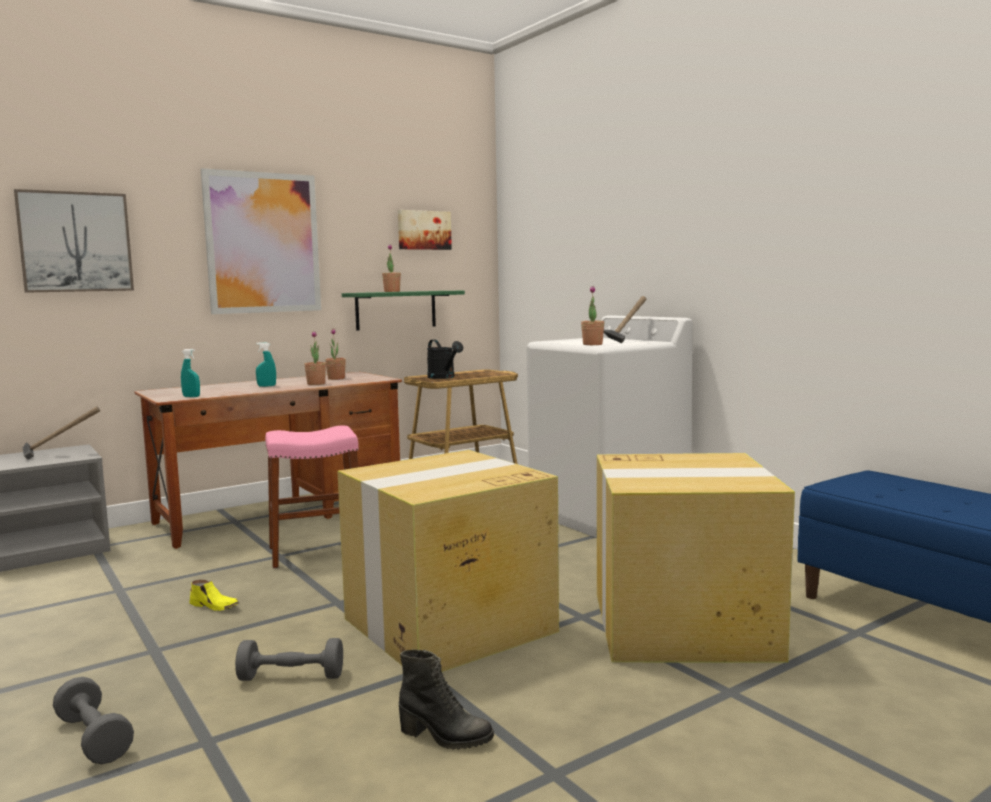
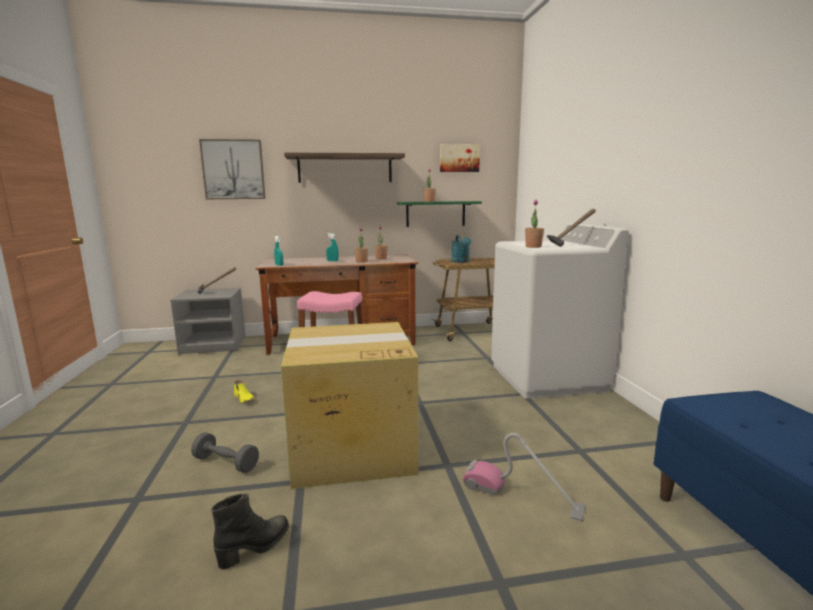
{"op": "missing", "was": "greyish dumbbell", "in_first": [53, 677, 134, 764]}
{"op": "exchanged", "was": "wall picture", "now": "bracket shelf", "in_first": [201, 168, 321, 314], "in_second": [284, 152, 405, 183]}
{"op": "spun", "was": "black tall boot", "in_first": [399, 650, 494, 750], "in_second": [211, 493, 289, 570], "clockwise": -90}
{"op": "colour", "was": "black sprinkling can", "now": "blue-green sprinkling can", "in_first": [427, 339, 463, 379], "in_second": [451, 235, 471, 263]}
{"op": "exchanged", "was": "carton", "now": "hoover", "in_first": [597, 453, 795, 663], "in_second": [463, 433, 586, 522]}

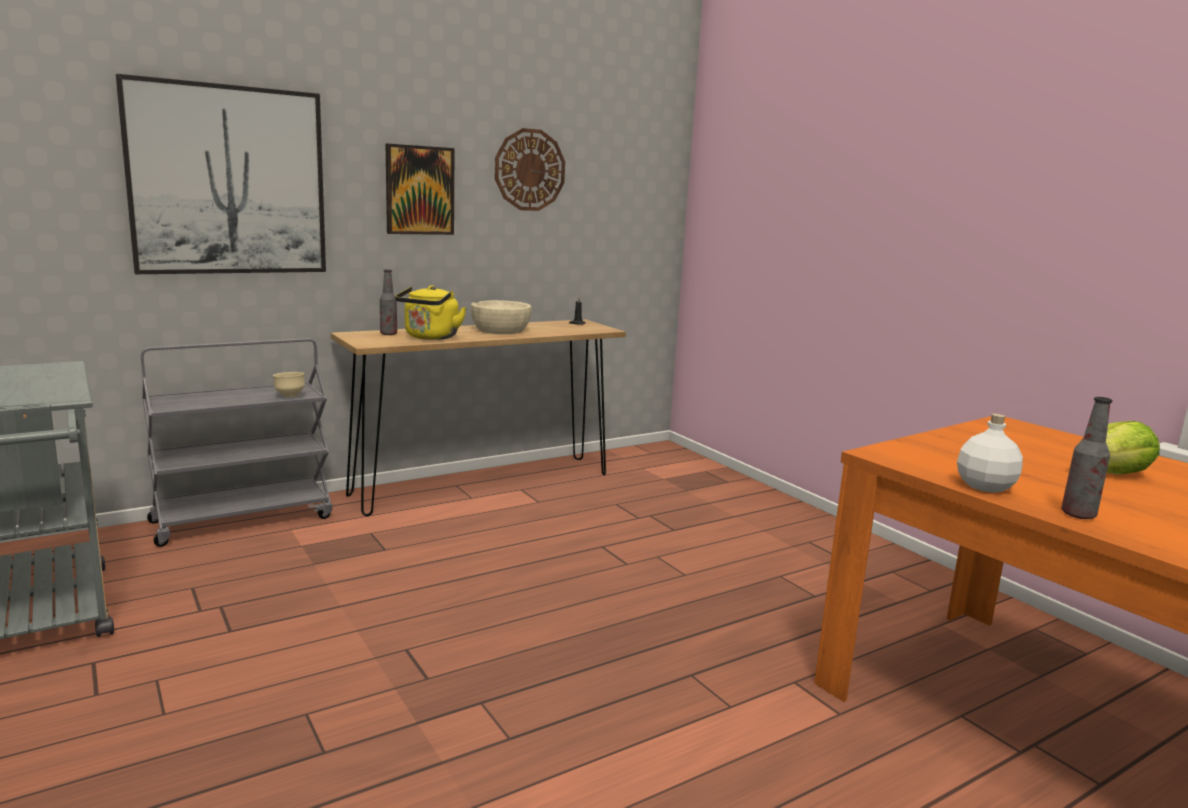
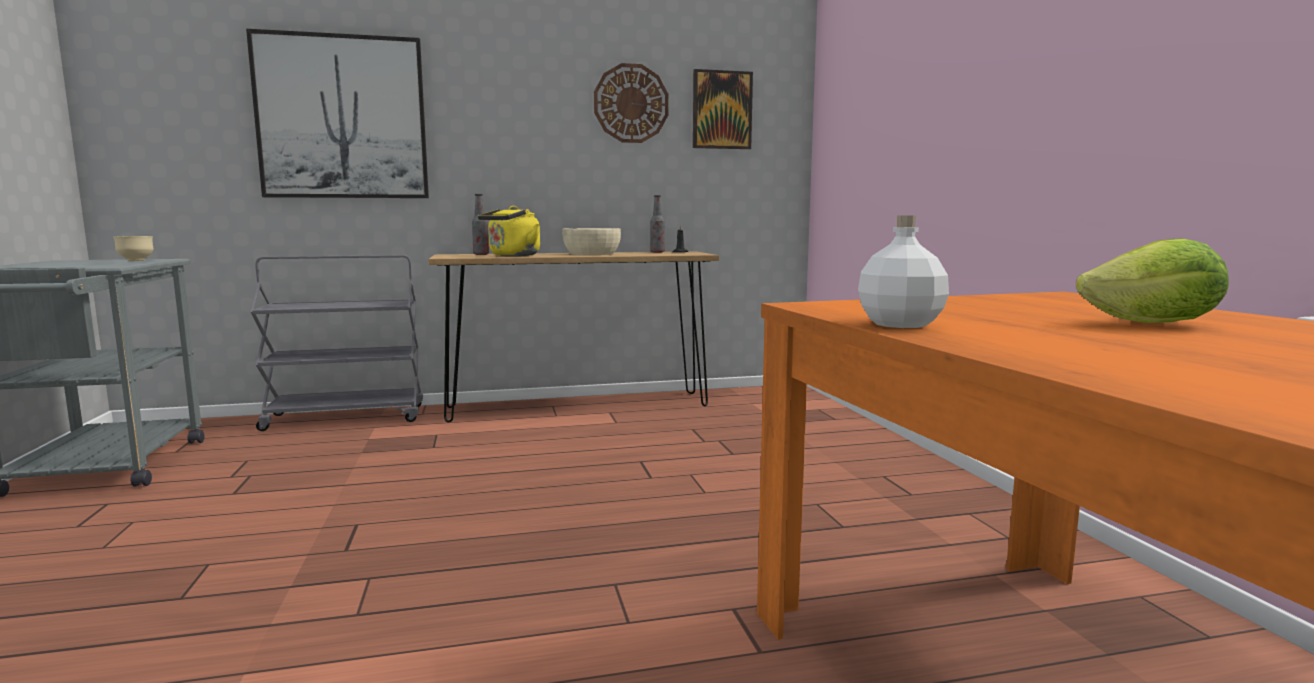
{"op": "relocated", "was": "beige-coloured serving bowl", "in_first": [273, 372, 305, 397], "in_second": [113, 236, 153, 261]}
{"op": "relocated", "was": "wall picture", "in_first": [386, 144, 454, 235], "in_second": [693, 69, 753, 149]}
{"op": "relocated", "was": "drink bottle", "in_first": [1061, 397, 1113, 519], "in_second": [650, 195, 665, 253]}

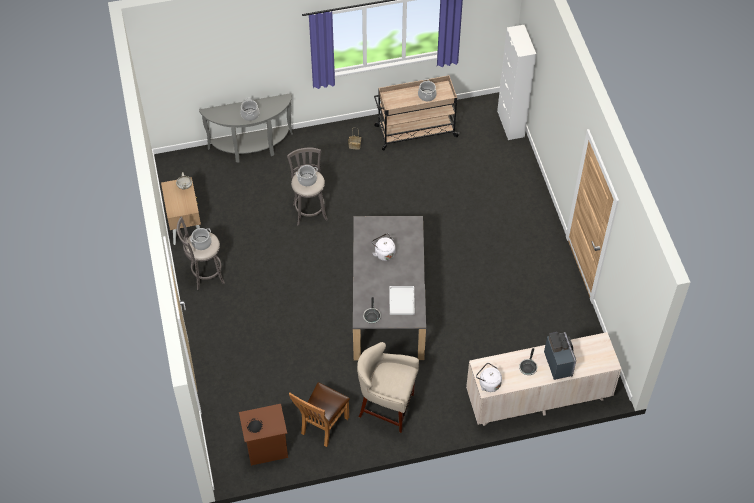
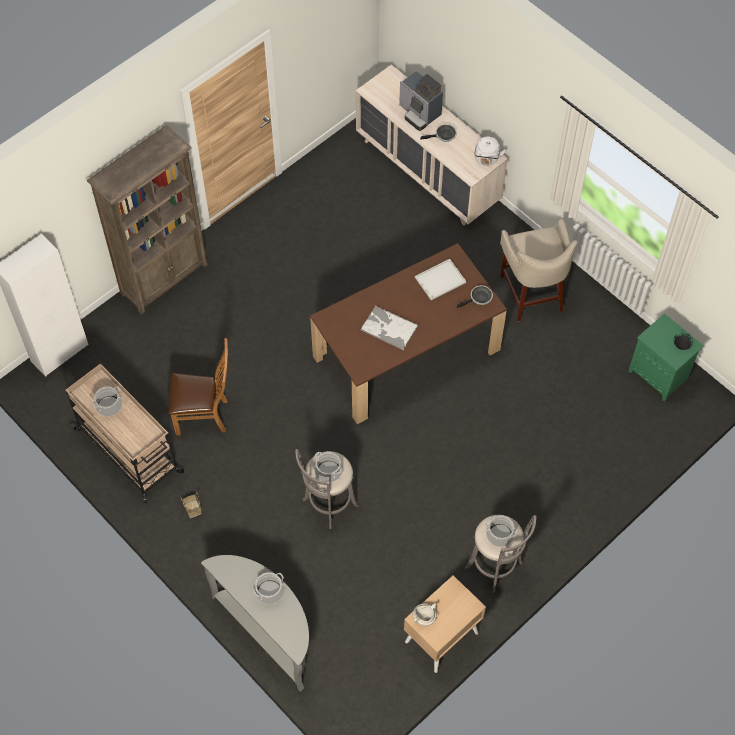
{"op": "colour", "was": "brown-coloured nightstand", "now": "green nightstand", "in_first": [239, 404, 288, 466], "in_second": [628, 313, 704, 402]}
{"op": "relocated", "was": "brown-coloured upright chair", "in_first": [289, 382, 350, 447], "in_second": [168, 338, 228, 435]}
{"op": "colour", "was": "greyish dining table", "now": "brown-coloured dining table", "in_first": [353, 216, 426, 361], "in_second": [310, 243, 507, 424]}
{"op": "exchanged", "was": "whitish kettle", "now": "tray", "in_first": [372, 233, 395, 261], "in_second": [360, 306, 418, 350]}
{"op": "spun", "was": "coffee maker", "in_first": [544, 332, 576, 380], "in_second": [399, 71, 443, 131], "clockwise": -90}
{"op": "appeared", "now": "brown-coloured bookcase", "in_second": [87, 125, 208, 315]}

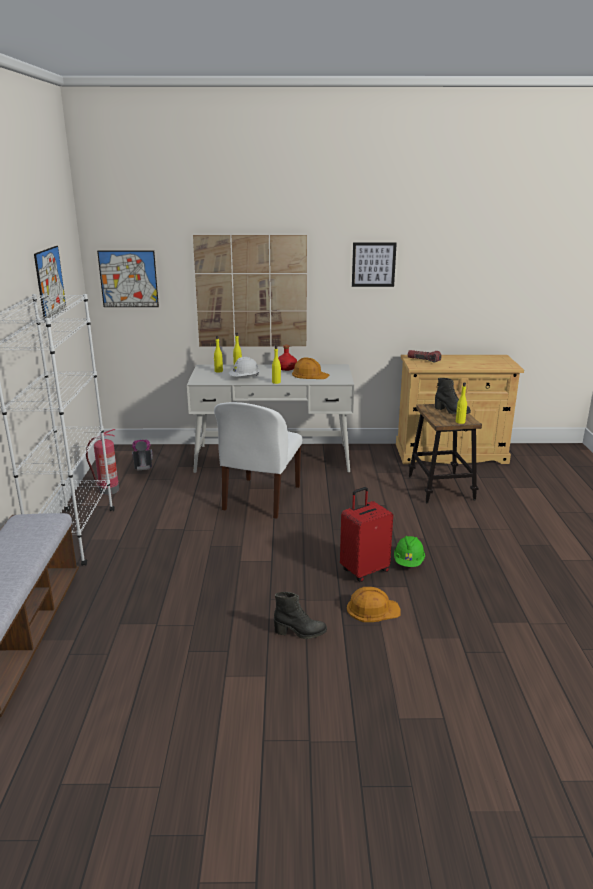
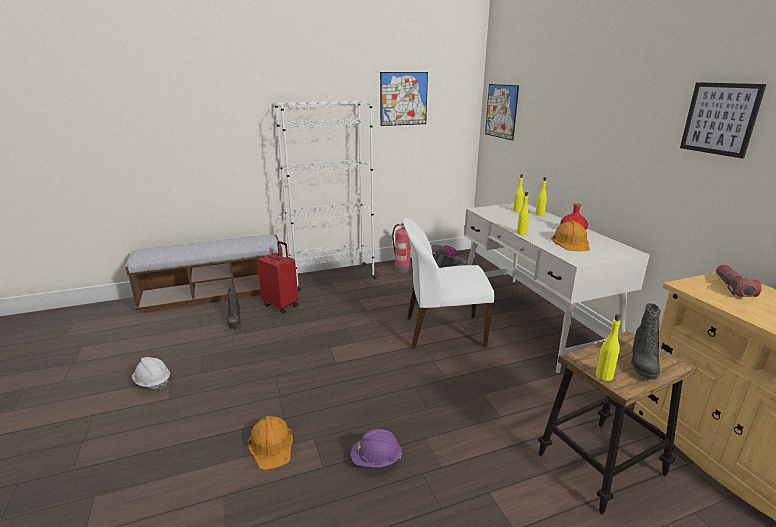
{"op": "missing", "was": "wall picture", "in_first": [193, 235, 307, 347]}
{"op": "relocated", "was": "whitish safety helmet", "in_first": [229, 357, 260, 377], "in_second": [132, 357, 170, 389]}
{"op": "relocated", "was": "black tall boot", "in_first": [274, 592, 327, 639], "in_second": [227, 287, 241, 328]}
{"op": "relocated", "was": "red piece of luggage", "in_first": [340, 487, 393, 582], "in_second": [257, 241, 298, 314]}
{"op": "colour", "was": "green safety helmet", "now": "purple-coloured safety helmet", "in_first": [394, 536, 425, 567], "in_second": [351, 429, 402, 467]}

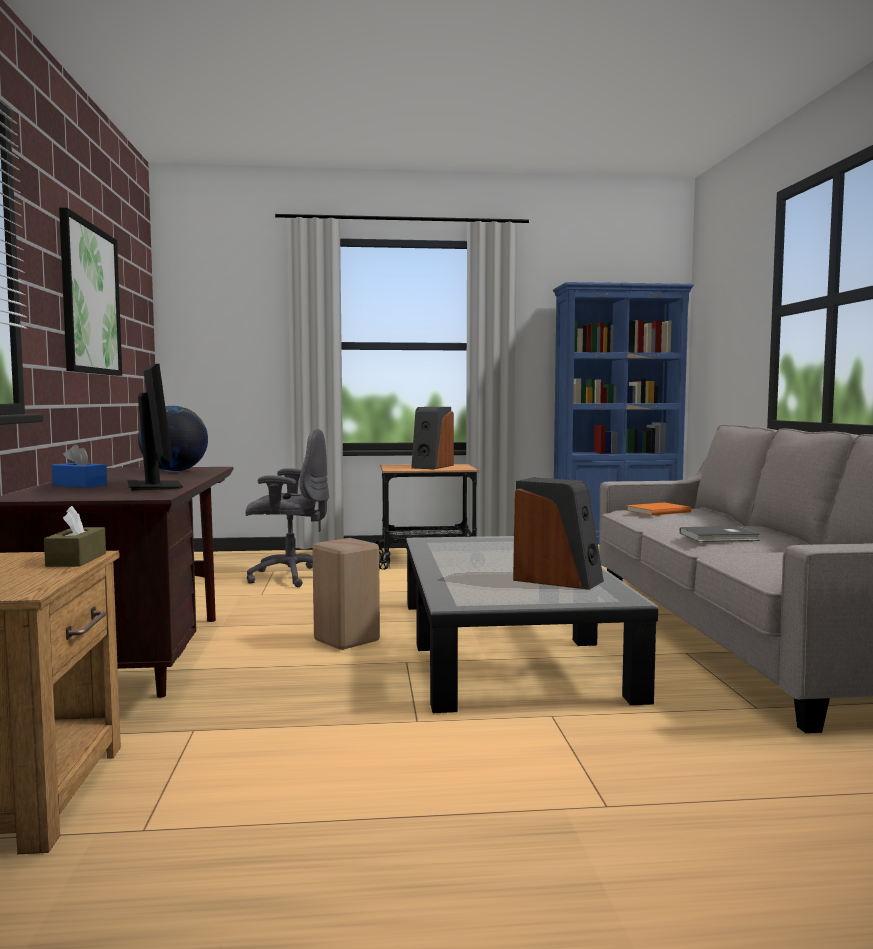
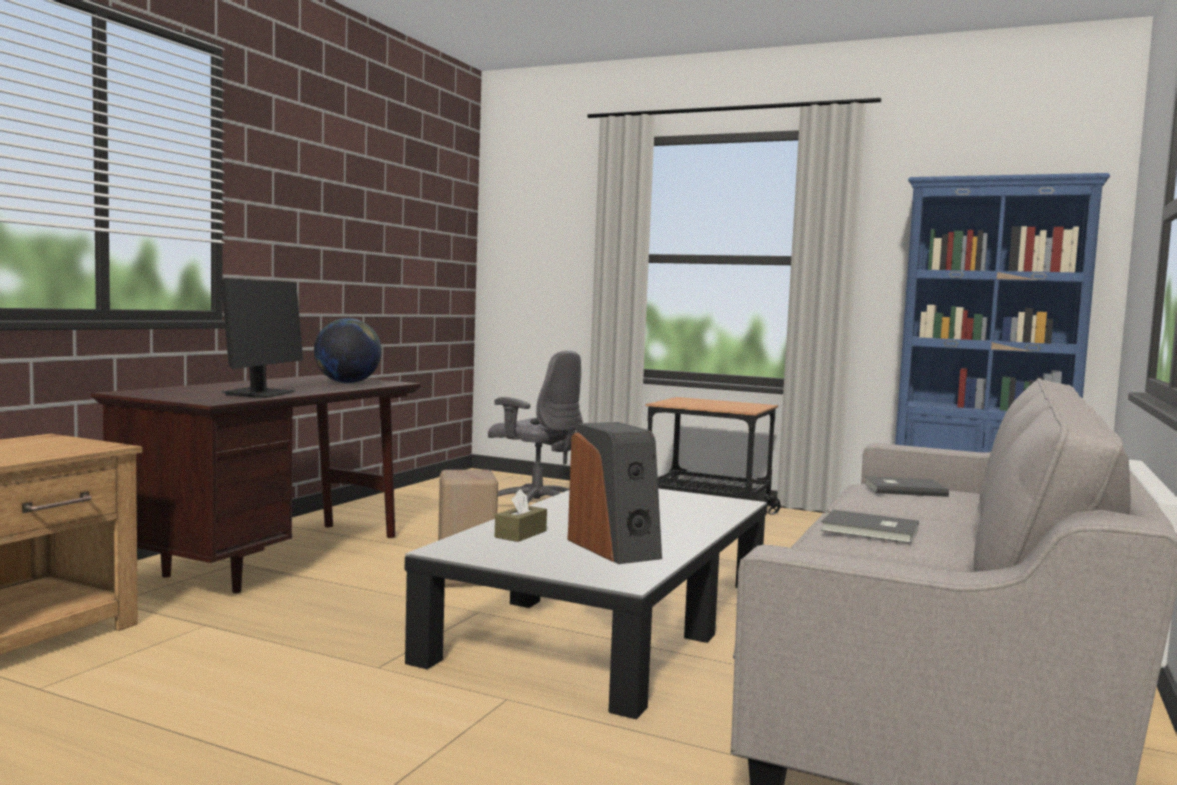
{"op": "relocated", "was": "brown-coloured tissue holder", "in_first": [44, 506, 106, 567], "in_second": [495, 489, 547, 542]}
{"op": "missing", "was": "blue-coloured tissue holder", "in_first": [52, 444, 107, 488]}
{"op": "missing", "was": "wall picture", "in_first": [59, 207, 122, 376]}
{"op": "missing", "was": "loudspeaker", "in_first": [411, 407, 454, 469]}
{"op": "colour", "was": "orangey book", "now": "greyish book", "in_first": [626, 502, 691, 516], "in_second": [864, 476, 949, 497]}

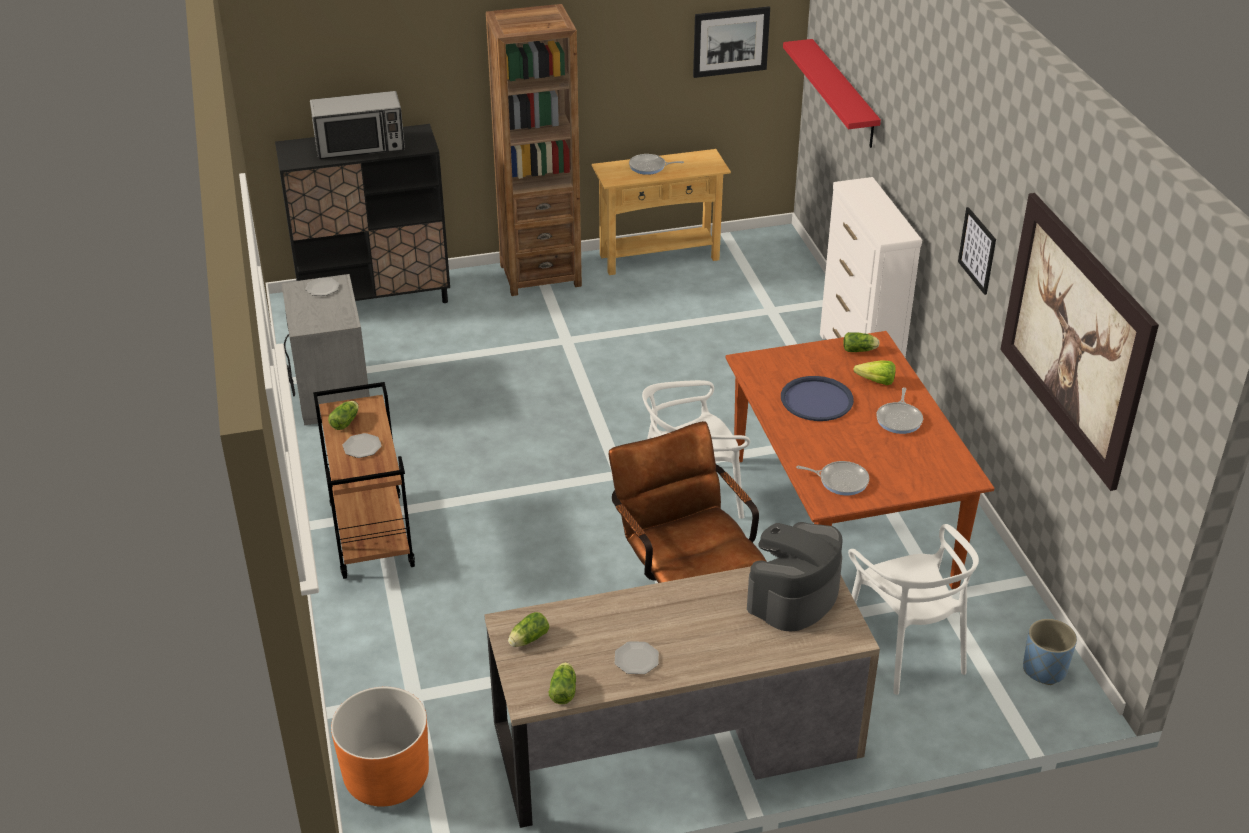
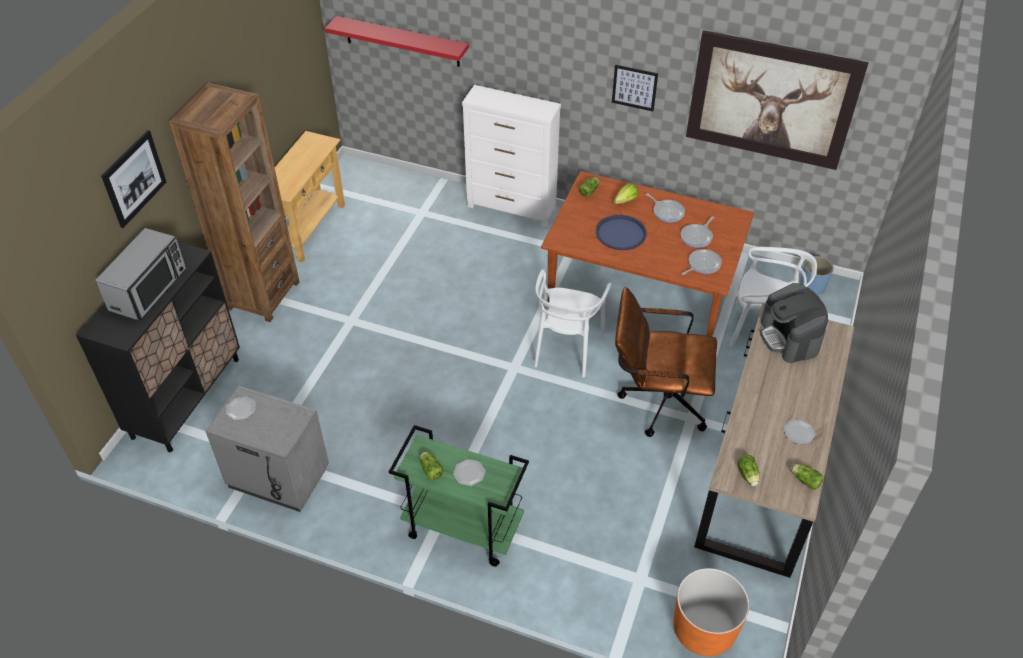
{"op": "colour", "was": "brown-coloured wheeled cart", "now": "green wheeled cart", "in_first": [313, 382, 415, 579], "in_second": [389, 425, 529, 567]}
{"op": "relocated", "was": "skillet", "in_first": [629, 154, 684, 175], "in_second": [681, 216, 714, 248]}
{"op": "relocated", "was": "wall picture", "in_first": [693, 6, 770, 78], "in_second": [101, 130, 166, 228]}

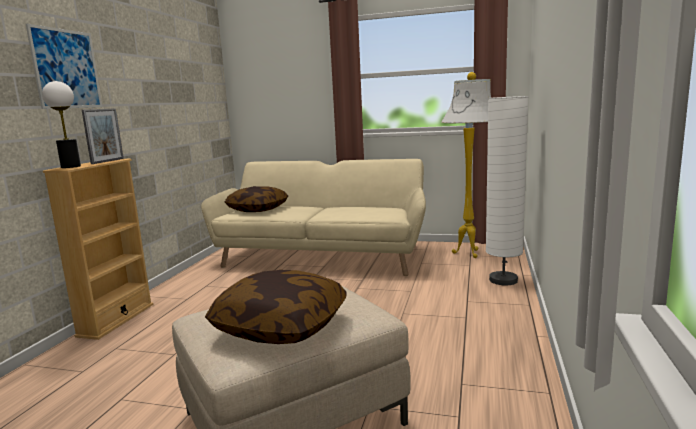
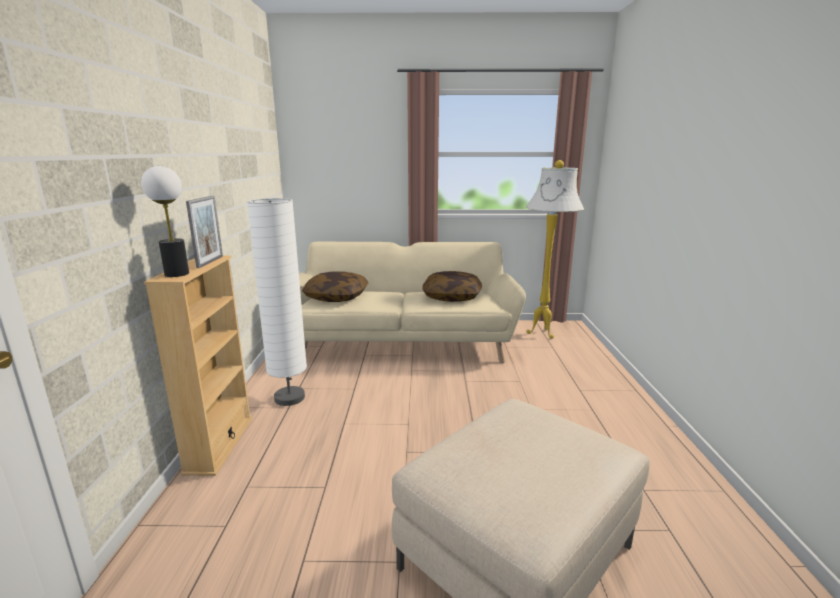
{"op": "missing", "was": "wall picture", "in_first": [26, 24, 102, 109]}
{"op": "relocated", "was": "cushion", "in_first": [205, 270, 346, 344], "in_second": [422, 271, 482, 302]}
{"op": "relocated", "was": "whitish standard lamp", "in_first": [486, 96, 529, 286], "in_second": [247, 198, 307, 406]}

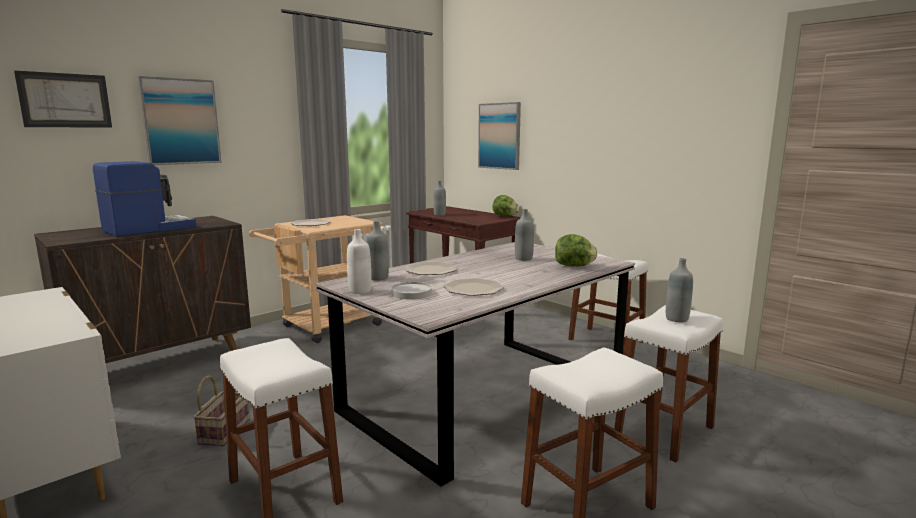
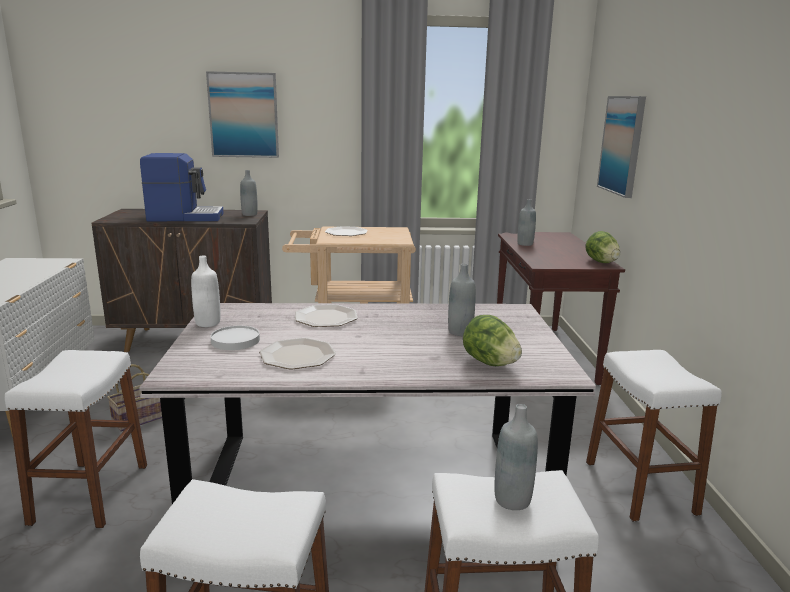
{"op": "missing", "was": "wall picture", "in_first": [14, 70, 112, 128]}
{"op": "relocated", "was": "greyish drink bottle", "in_first": [366, 221, 389, 281], "in_second": [240, 170, 258, 216]}

